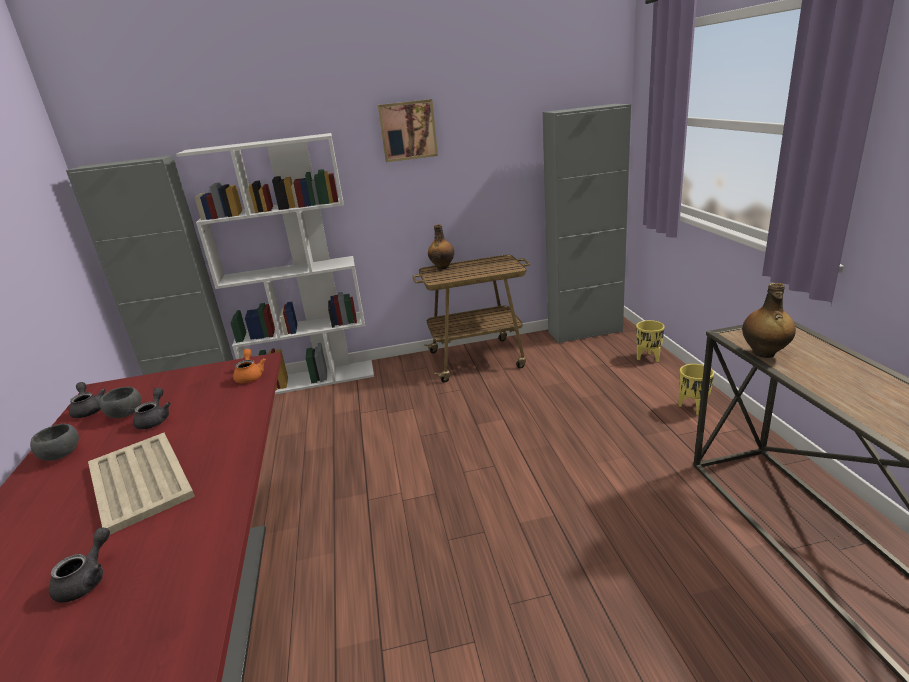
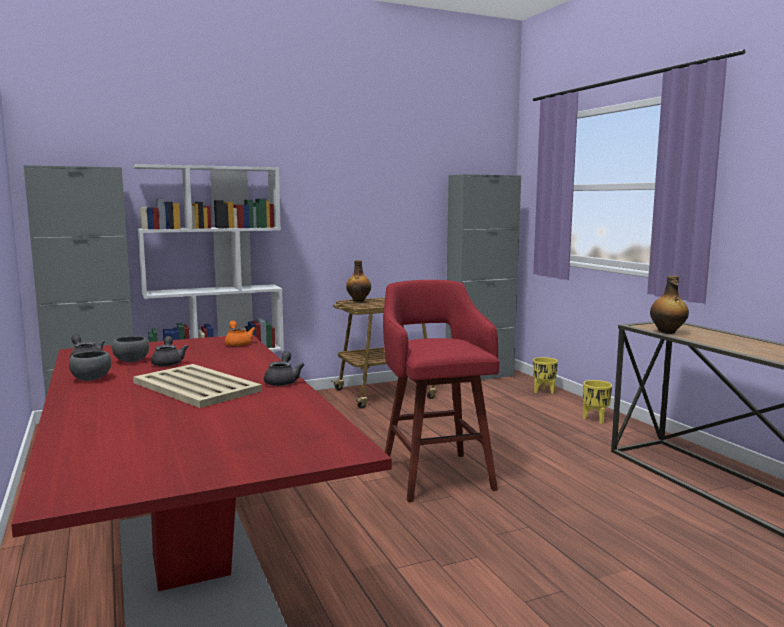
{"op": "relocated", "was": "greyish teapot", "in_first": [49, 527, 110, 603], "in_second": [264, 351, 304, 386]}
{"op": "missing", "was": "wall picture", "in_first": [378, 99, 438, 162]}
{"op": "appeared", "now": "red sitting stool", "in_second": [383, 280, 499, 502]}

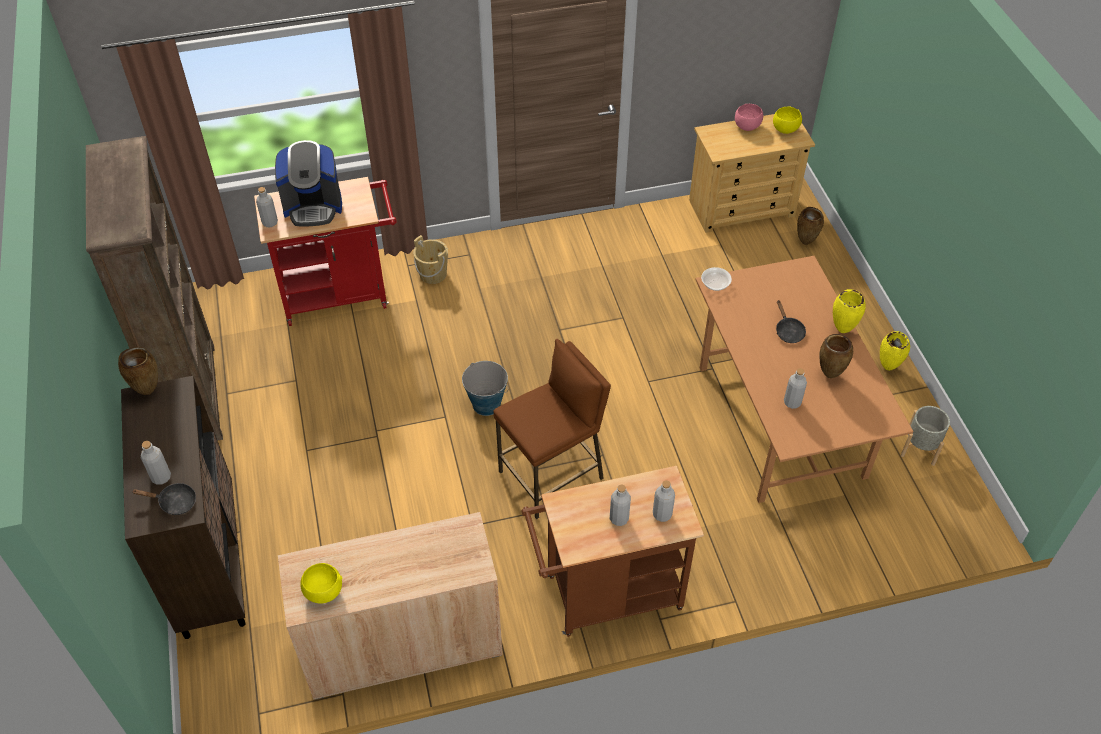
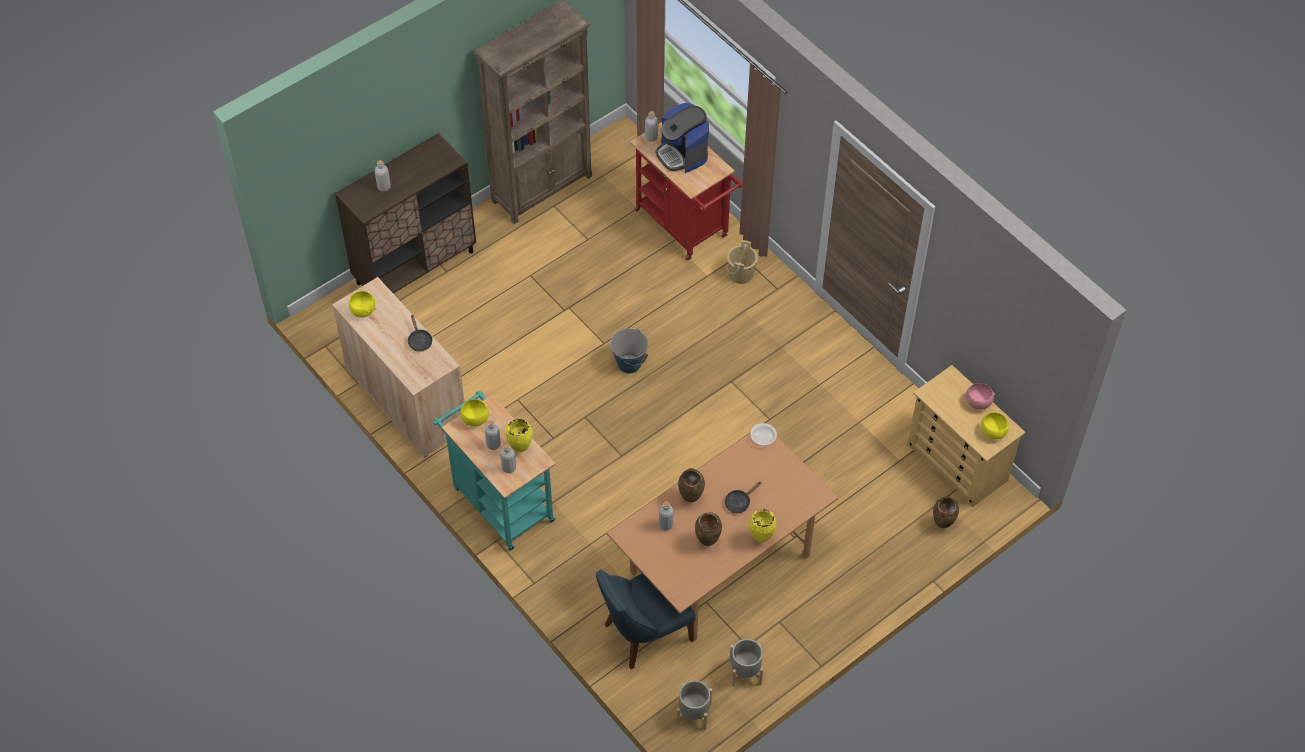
{"op": "relocated", "was": "brown-coloured flower vase", "in_first": [118, 347, 158, 395], "in_second": [678, 468, 705, 502]}
{"op": "relocated", "was": "black skillet", "in_first": [131, 483, 196, 515], "in_second": [408, 314, 432, 352]}
{"op": "missing", "was": "brown-coloured sitting stool", "in_first": [493, 339, 611, 519]}
{"op": "colour", "was": "brown-coloured wheeled cart", "now": "blue-green wheeled cart", "in_first": [521, 466, 704, 637], "in_second": [434, 391, 555, 551]}
{"op": "relocated", "was": "yellow-coloured flower vase", "in_first": [880, 331, 910, 371], "in_second": [506, 419, 533, 452]}
{"op": "appeared", "now": "yellow-coloured serving bowl", "in_second": [460, 399, 489, 426]}
{"op": "appeared", "now": "blue-coloured upright chair", "in_second": [596, 570, 696, 669]}
{"op": "appeared", "now": "greyish flower pot", "in_second": [676, 680, 712, 730]}

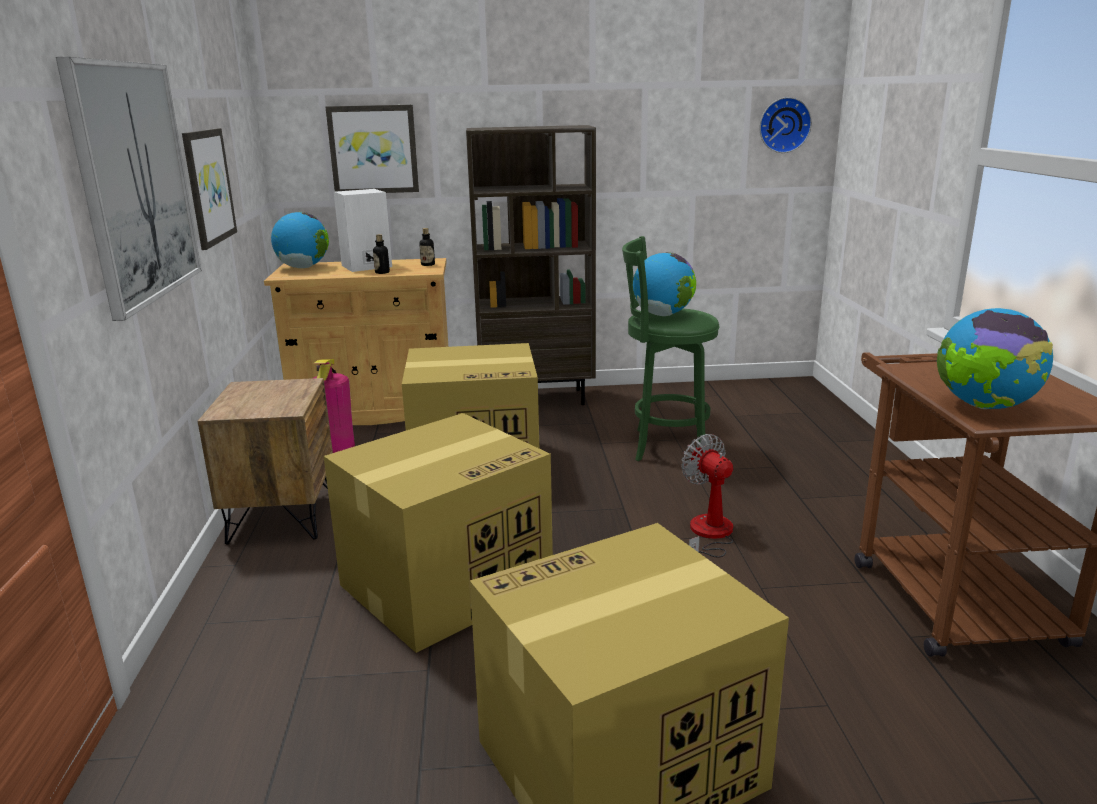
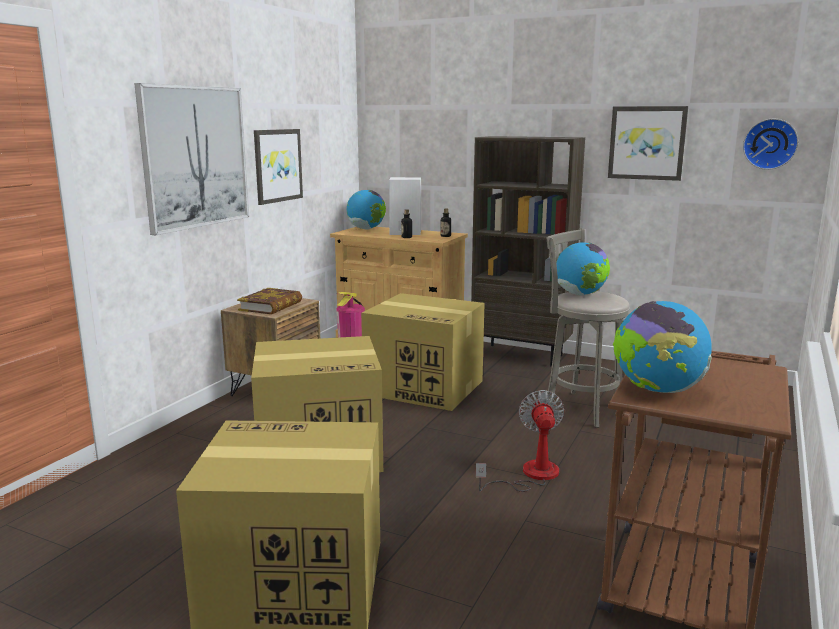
{"op": "relocated", "was": "wall picture", "in_first": [326, 105, 419, 193], "in_second": [608, 106, 688, 181]}
{"op": "colour", "was": "green sitting stool", "now": "greyish sitting stool", "in_first": [622, 236, 720, 461], "in_second": [547, 228, 630, 428]}
{"op": "appeared", "now": "book", "in_second": [237, 288, 302, 314]}

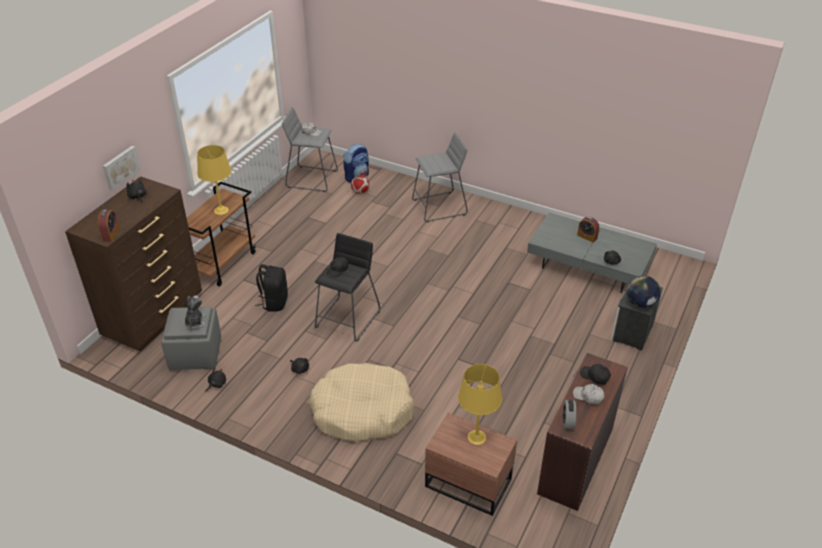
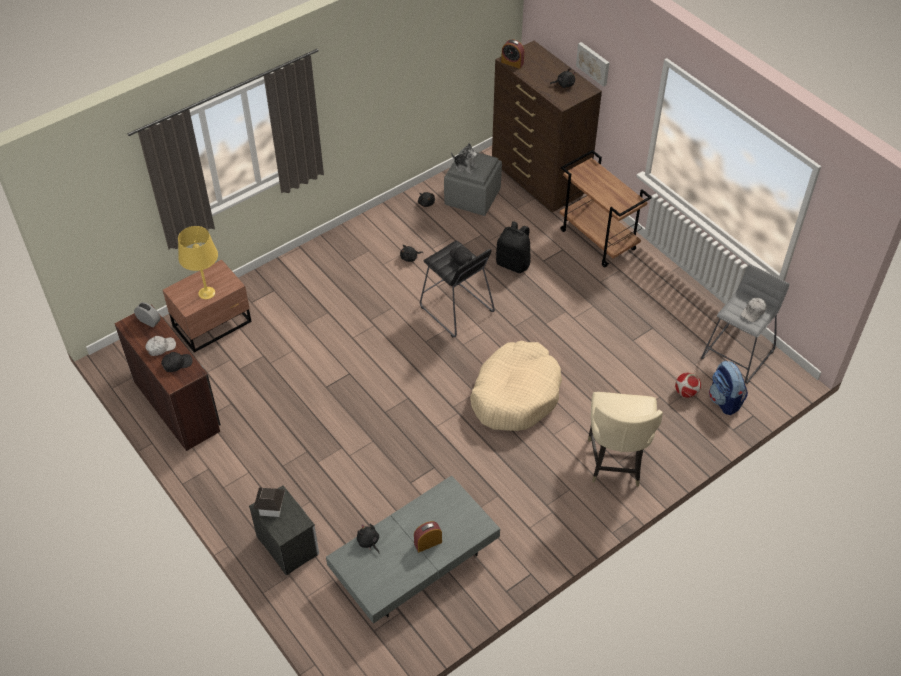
{"op": "missing", "was": "yellow-coloured tabletop lamp", "in_first": [197, 145, 231, 215]}
{"op": "relocated", "was": "beige-coloured dog cushion", "in_first": [309, 363, 414, 441], "in_second": [470, 341, 562, 431]}
{"op": "exchanged", "was": "greyish sitting stool", "now": "beige-coloured upright chair", "in_first": [412, 132, 468, 222], "in_second": [588, 392, 663, 487]}
{"op": "exchanged", "was": "globe", "now": "toy house", "in_first": [627, 276, 661, 308], "in_second": [253, 487, 285, 517]}

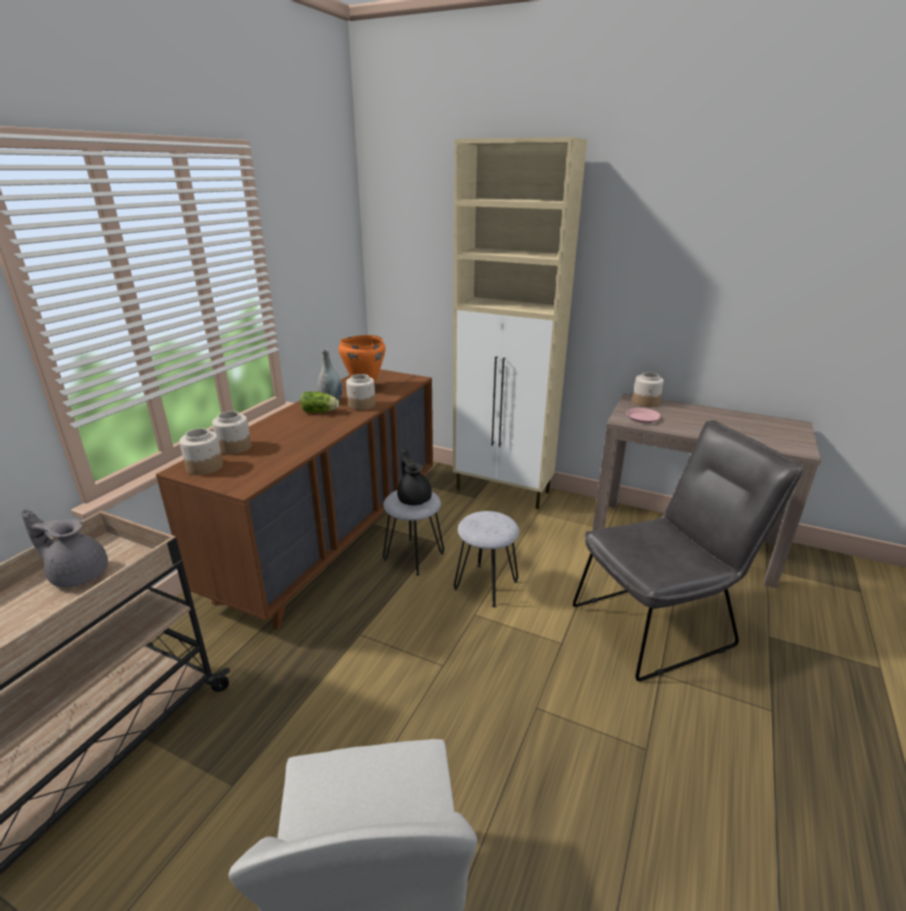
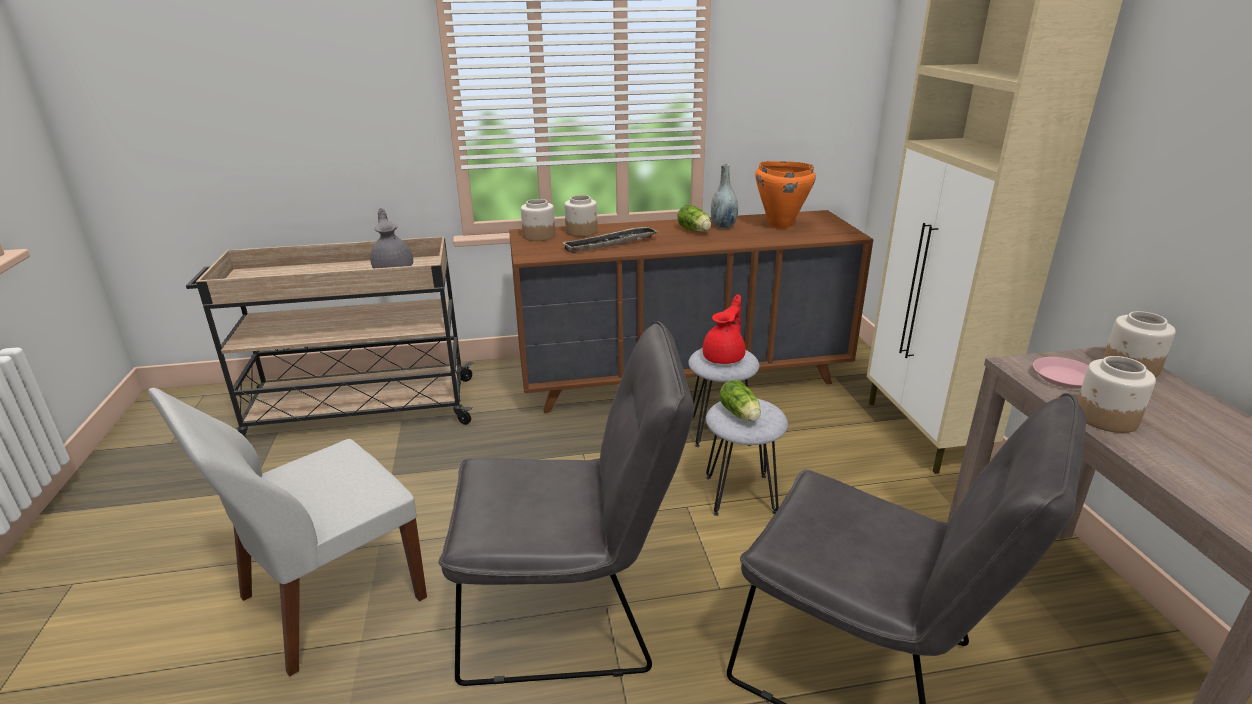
{"op": "relocated", "was": "storage jar", "in_first": [346, 374, 376, 410], "in_second": [1077, 356, 1156, 433]}
{"op": "colour", "was": "black teapot", "now": "red teapot", "in_first": [397, 447, 432, 505], "in_second": [703, 294, 746, 364]}
{"op": "appeared", "now": "greyish upright chair", "in_second": [438, 321, 694, 686]}
{"op": "appeared", "now": "tray", "in_second": [562, 226, 657, 254]}
{"op": "appeared", "now": "lettuce head", "in_second": [719, 380, 761, 421]}

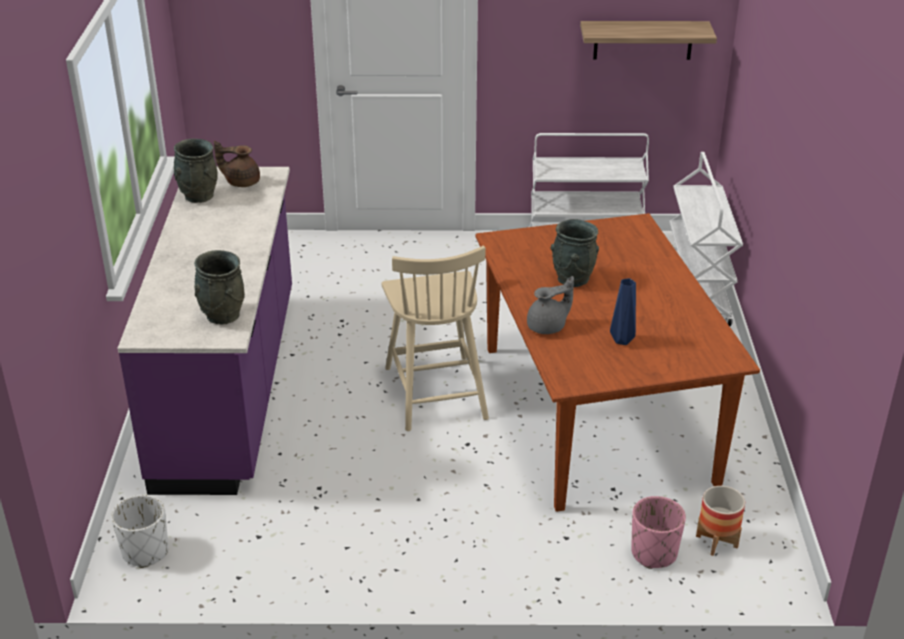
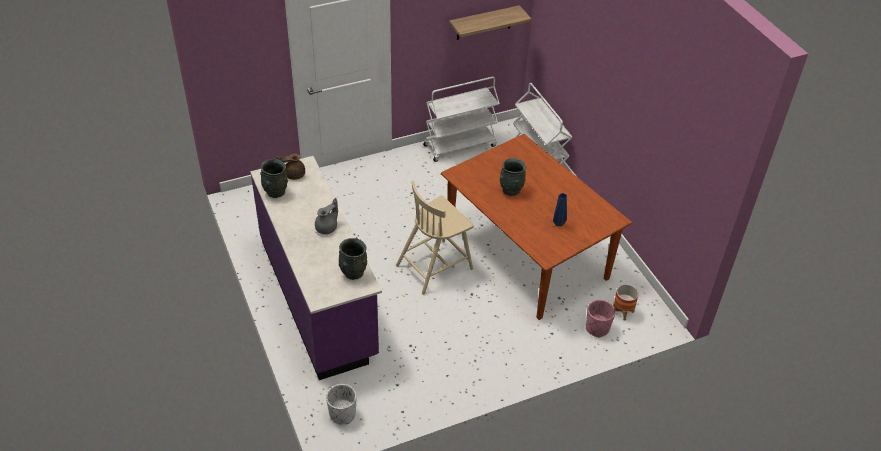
{"op": "spun", "was": "beige-coloured upright chair", "in_first": [382, 246, 489, 431], "in_second": [396, 181, 474, 295], "clockwise": 90}
{"op": "relocated", "was": "greyish teapot", "in_first": [527, 276, 574, 334], "in_second": [315, 198, 338, 234]}

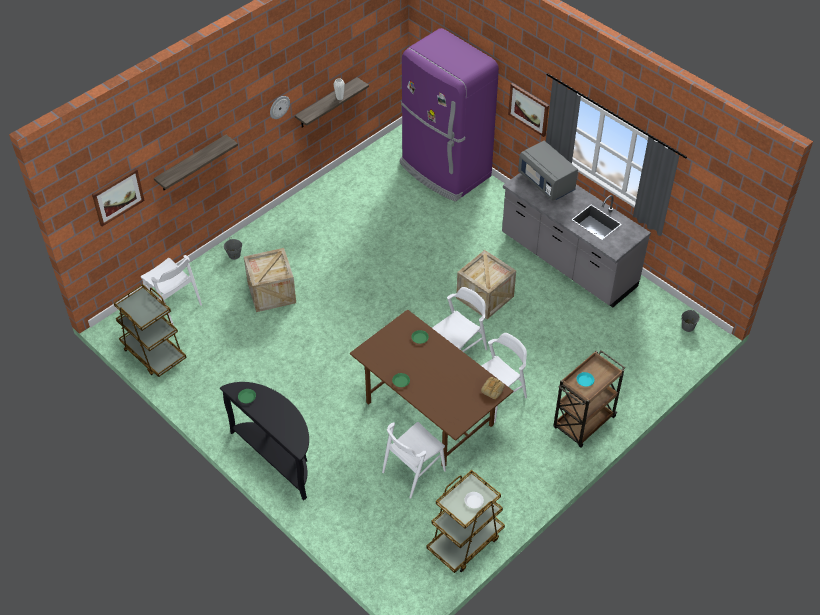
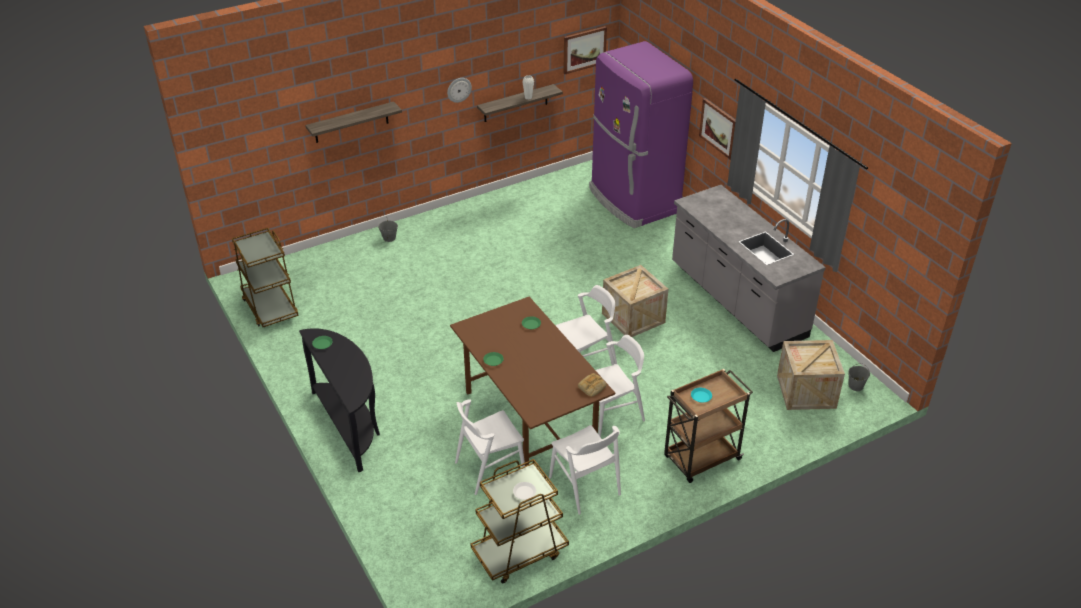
{"op": "relocated", "was": "wall picture", "in_first": [92, 168, 145, 226], "in_second": [563, 26, 607, 74]}
{"op": "relocated", "was": "whitish upright chair", "in_first": [141, 255, 202, 325], "in_second": [549, 425, 621, 515]}
{"op": "relocated", "was": "shipping crate", "in_first": [244, 248, 296, 312], "in_second": [777, 340, 845, 410]}
{"op": "missing", "was": "greyish microwave oven", "in_first": [518, 141, 578, 201]}

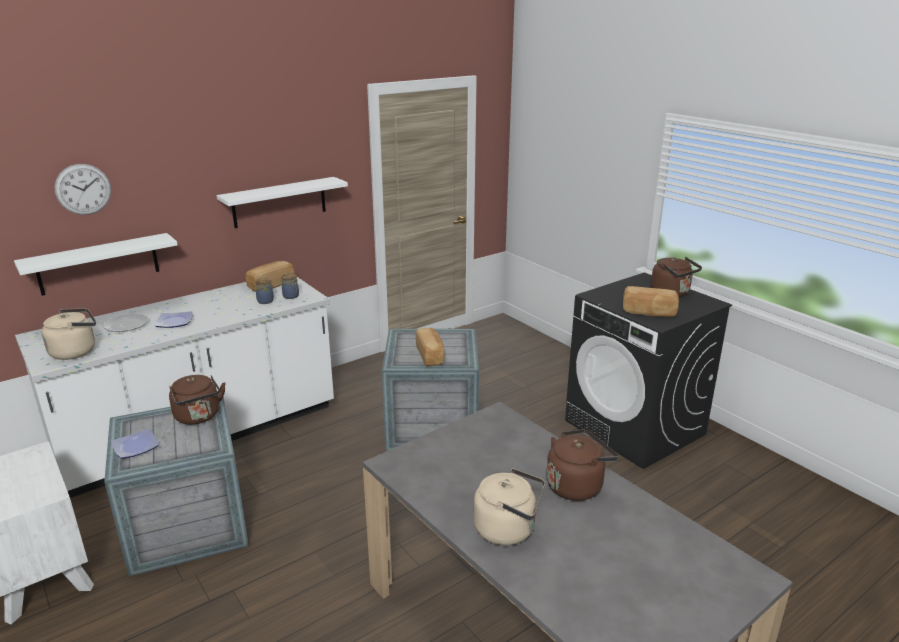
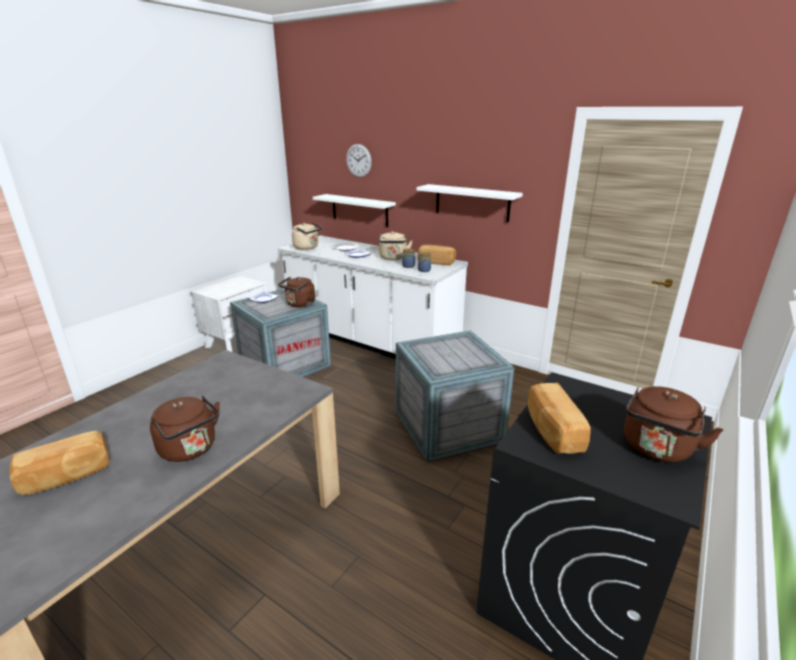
{"op": "relocated", "was": "baked bread", "in_first": [416, 328, 444, 367], "in_second": [9, 431, 109, 495]}
{"op": "relocated", "was": "beige-coloured kettle", "in_first": [473, 468, 545, 545], "in_second": [379, 231, 412, 260]}

